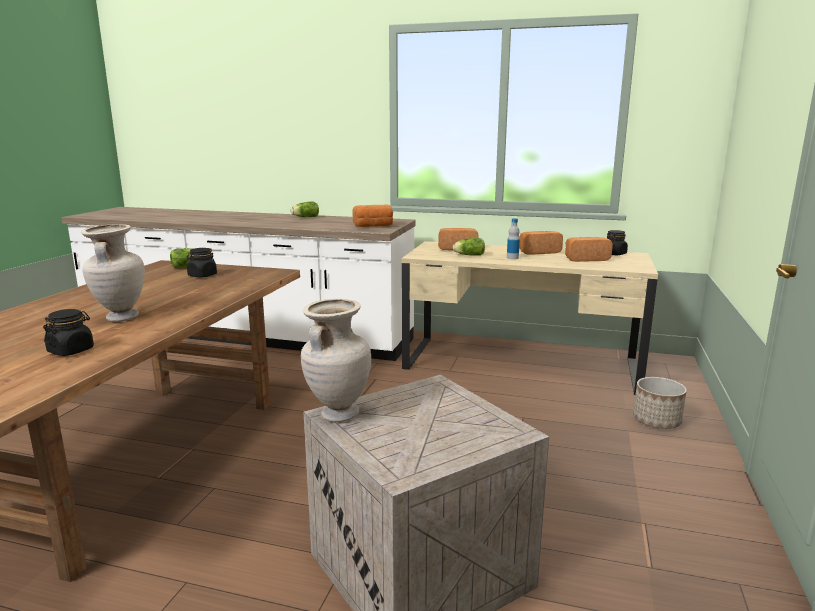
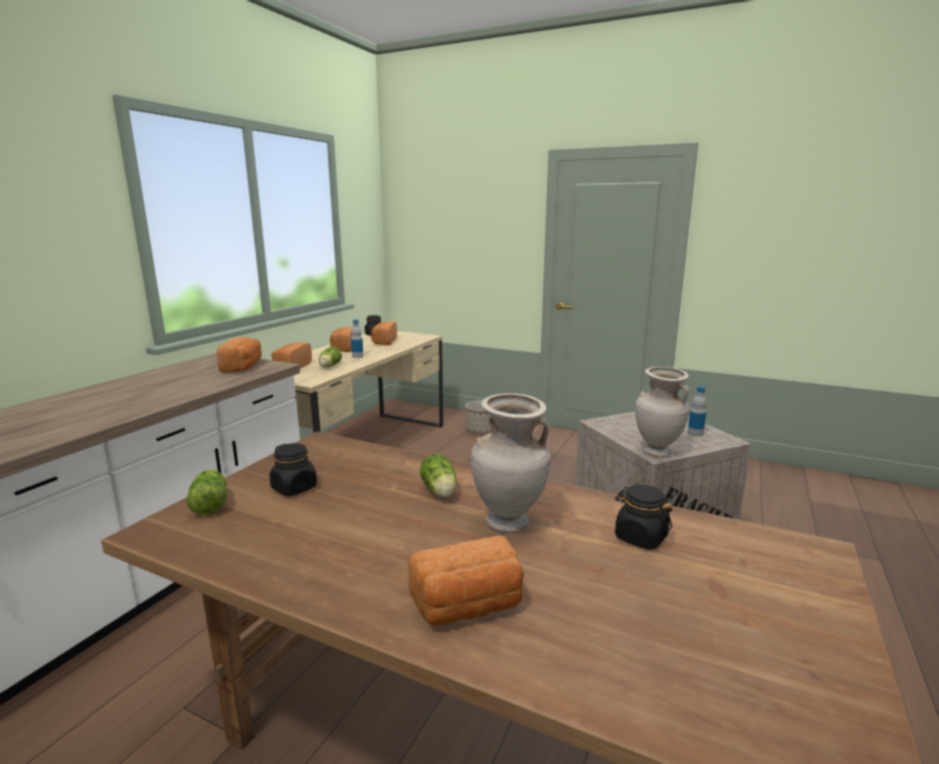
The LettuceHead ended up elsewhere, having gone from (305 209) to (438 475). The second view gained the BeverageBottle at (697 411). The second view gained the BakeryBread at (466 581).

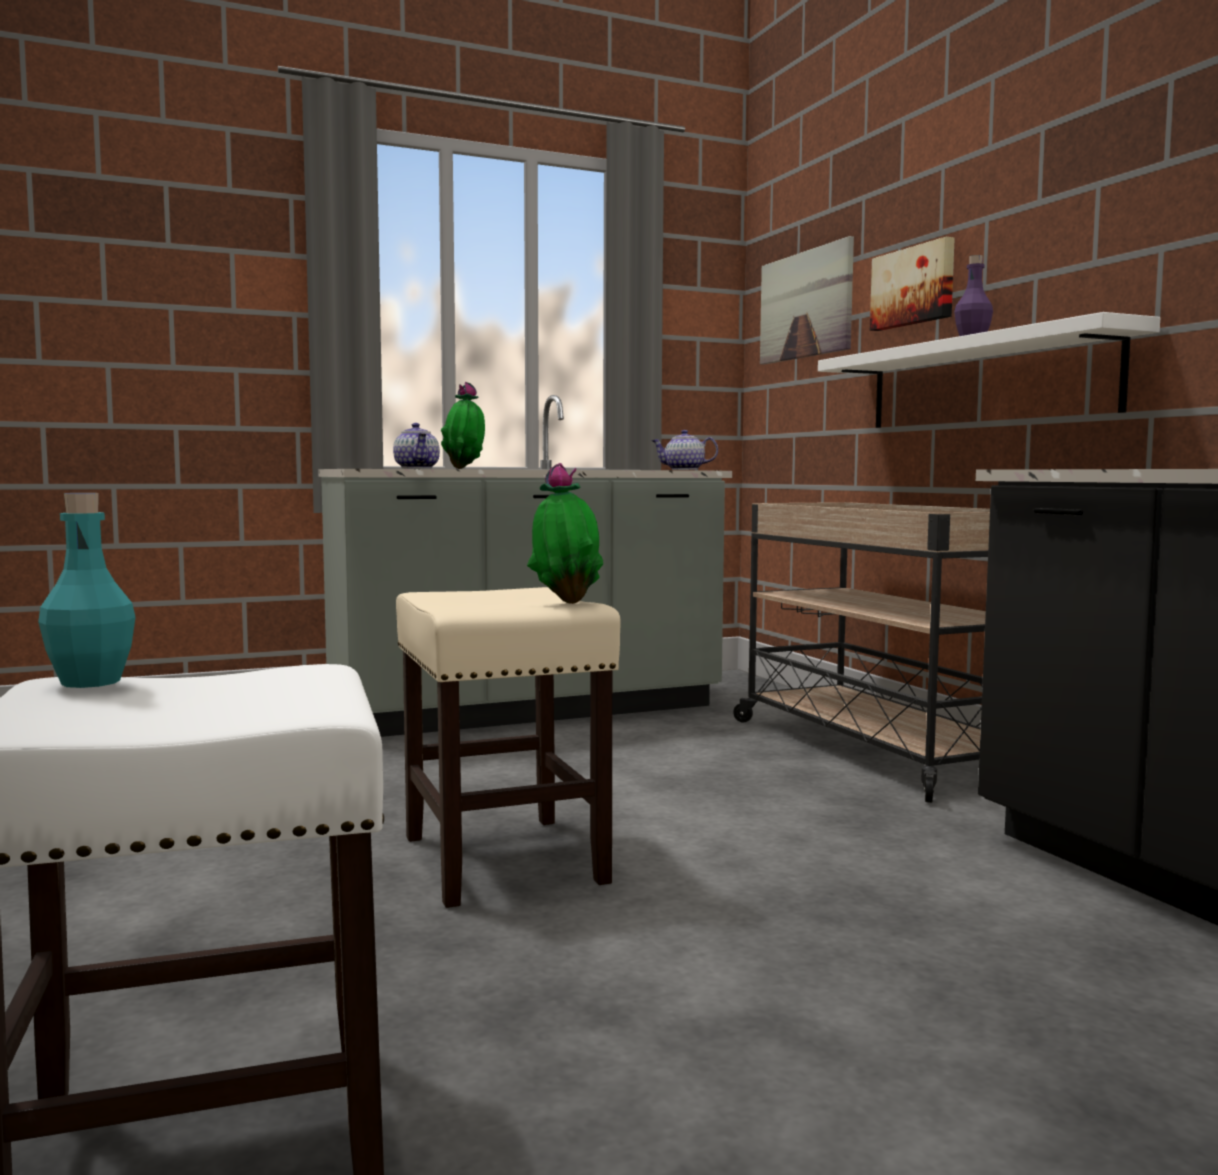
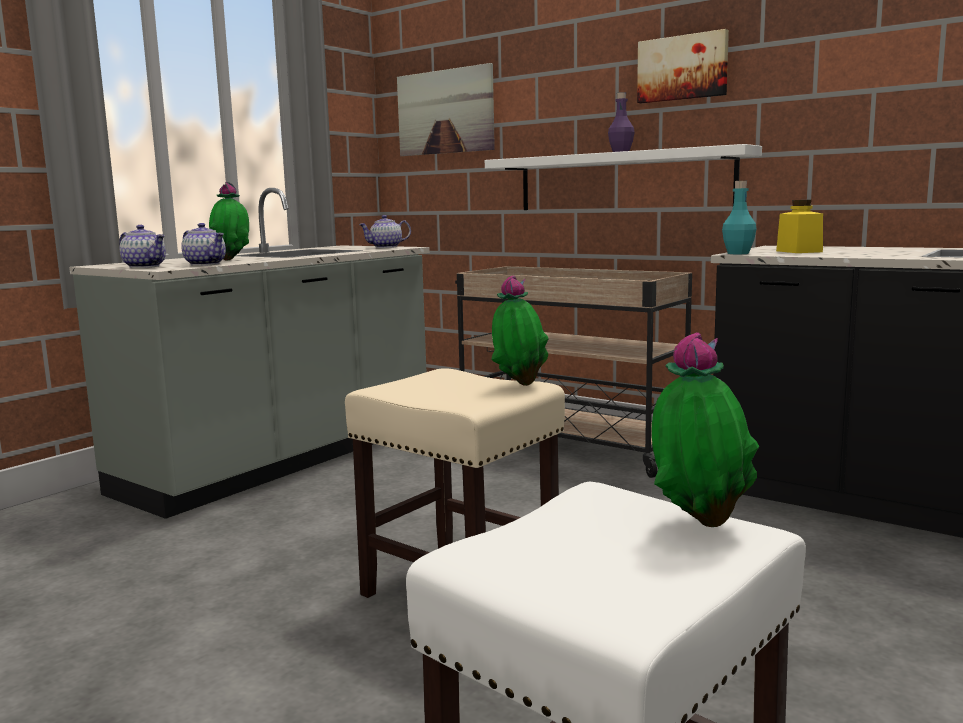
The WallArt ended up elsewhere, having gone from (912 284) to (683 66). The TurquoiseColouredBeverageBottle ended up elsewhere, having gone from (87 590) to (739 217). The second view gained the YellowStorageJar at (799 226). The second view gained the Teapot at (143 246). The second view gained the Houseplant at (705 429).

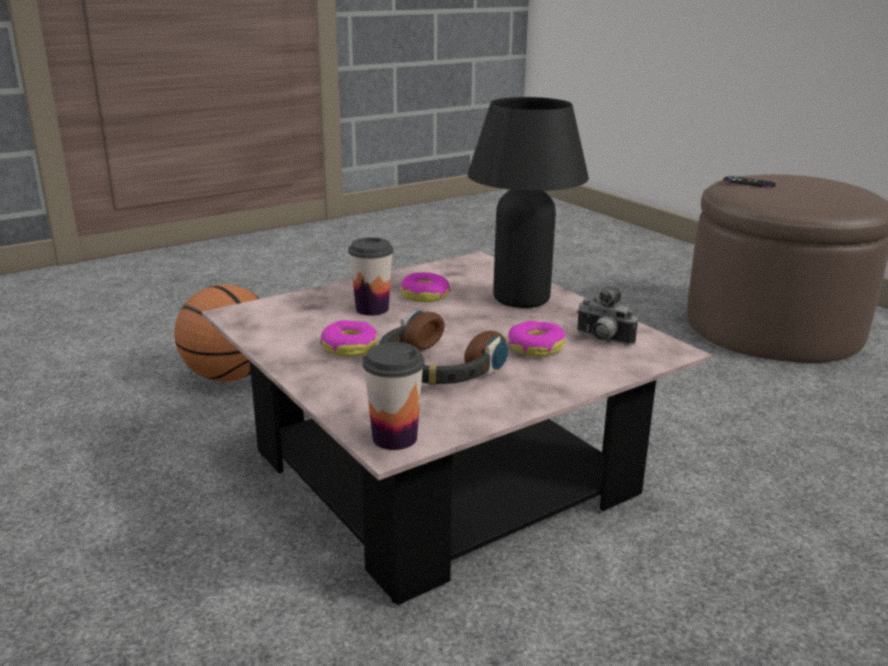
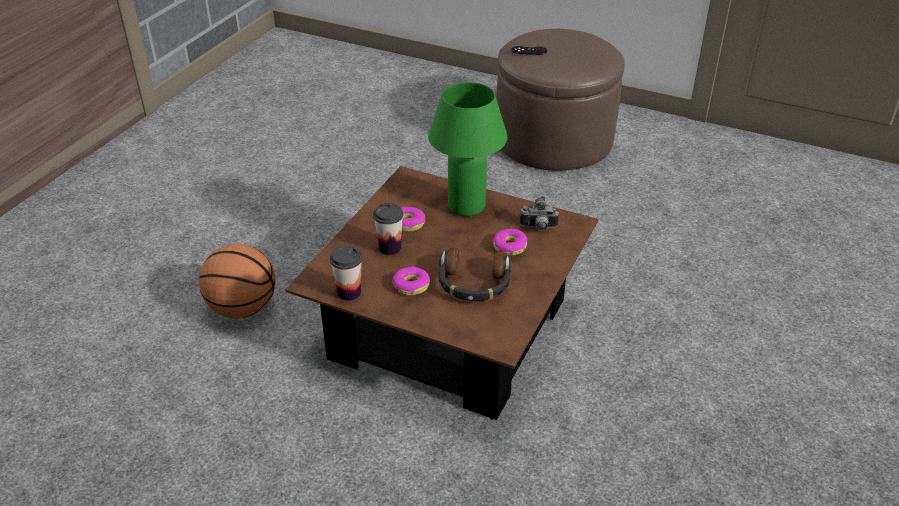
What was the BlackTableLamp at (528 202) turned into the GreenishTableLamp at (467 149). What was the PinkColouredCoffeeTable at (457 428) turned into the BrownColouredCoffeeTable at (441 293). The DrinkingCup ended up elsewhere, having gone from (394 396) to (346 273).

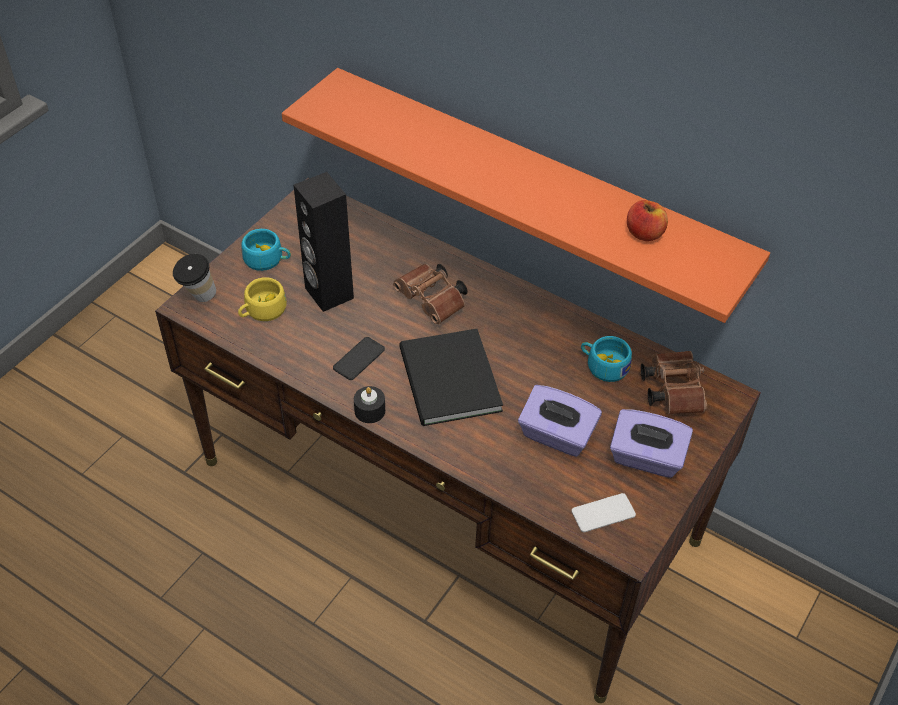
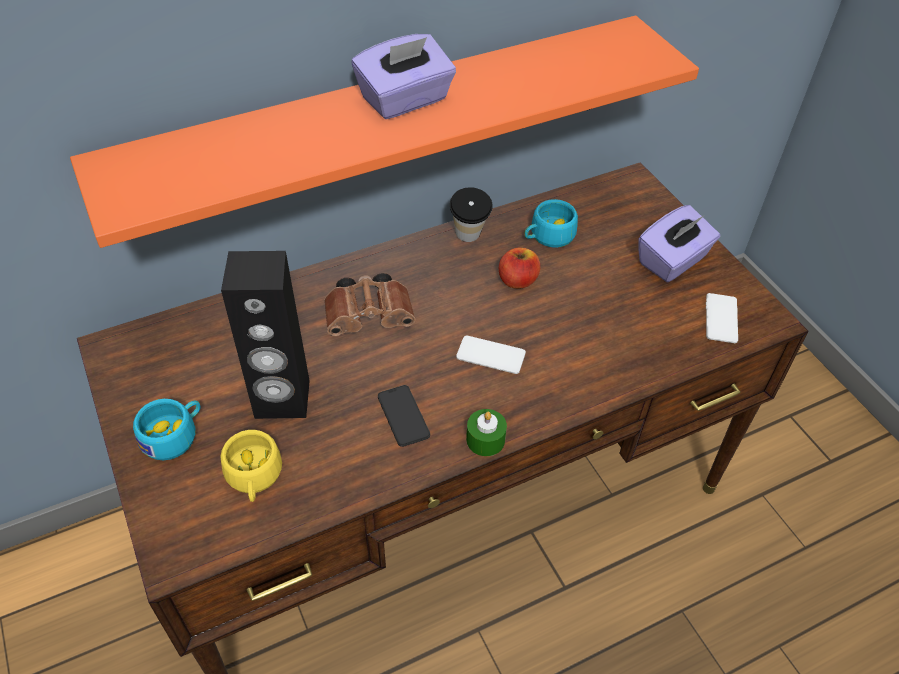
The WholeApple ended up elsewhere, having gone from (647 220) to (519 268). The DrinkingCup ended up elsewhere, having gone from (194 278) to (471 214). Where the BlackBook stood at (451 377), the Handset came to stand at (491 354). The second view lost the BrownColouredPairOfBinoculars at (673 382). The PurpleBoxOfTissues ended up elsewhere, having gone from (560 421) to (404 76). What was the BlackWaxCandle at (369 404) turned into the GreenishWaxCandle at (486 432).

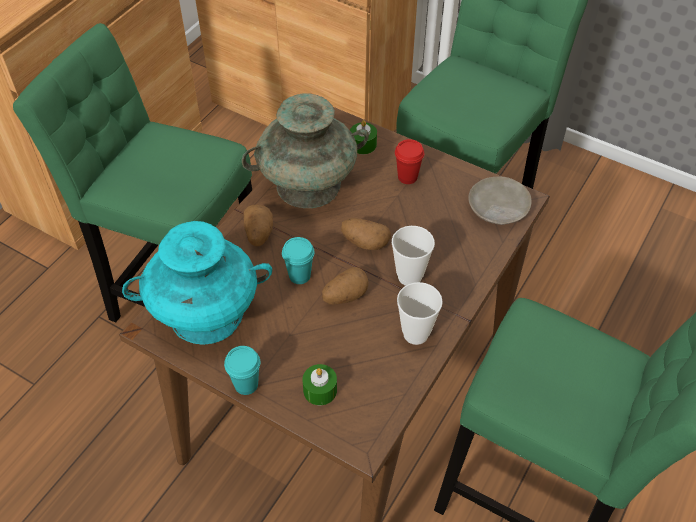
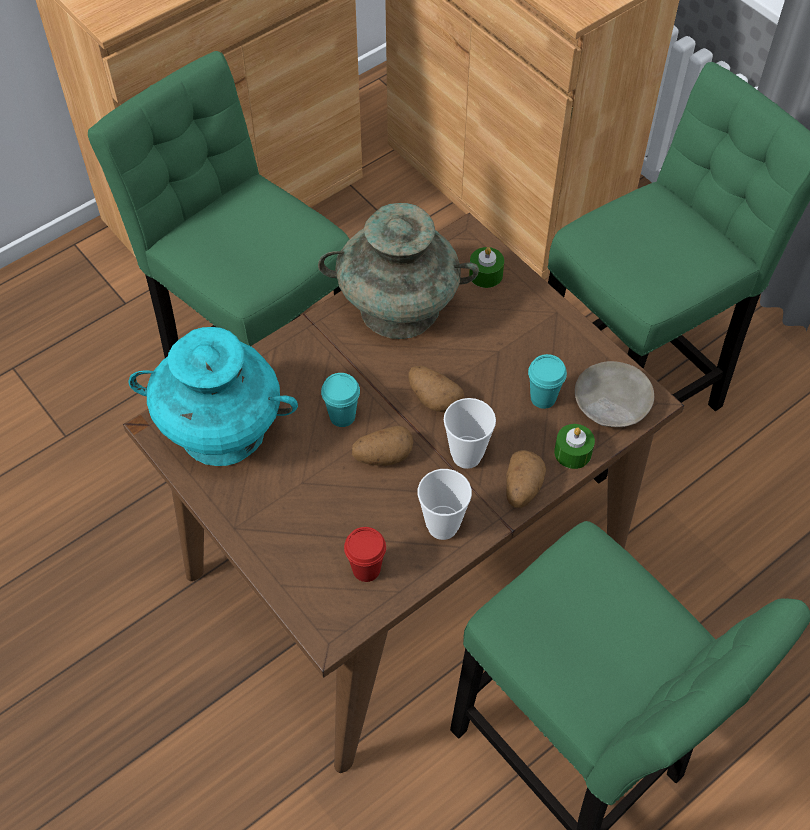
The ReddishDrinkingCup ended up elsewhere, having gone from (409 161) to (365 554). The Potato ended up elsewhere, having gone from (258 225) to (526 479). The TurquoiseColouredDrinkingCup ended up elsewhere, having gone from (242 370) to (547 381). The GreenishWaxCandle ended up elsewhere, having gone from (320 384) to (574 446).

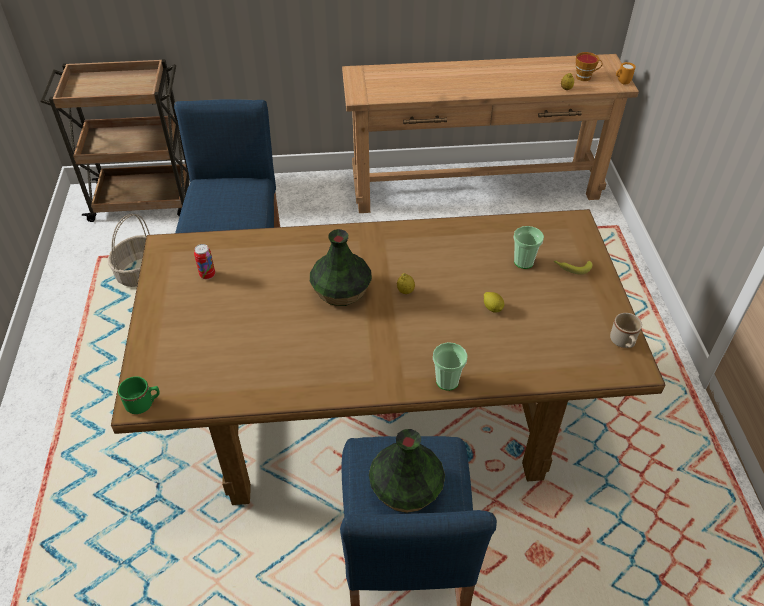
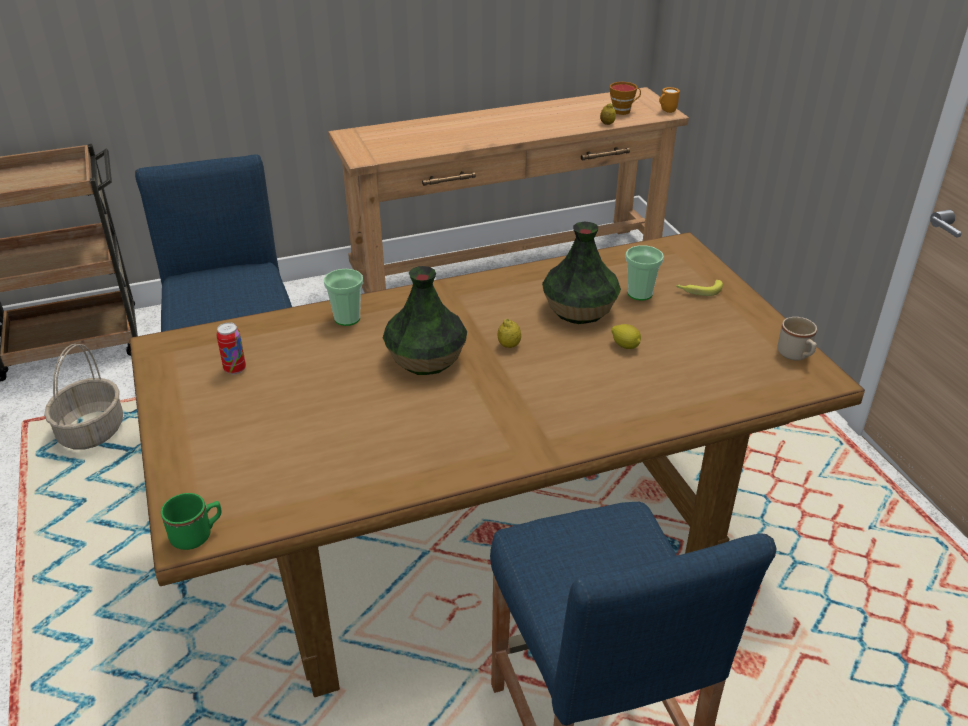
The DrinkingCup ended up elsewhere, having gone from (450 366) to (343 297). The DecorativeVase ended up elsewhere, having gone from (407 471) to (581 273).

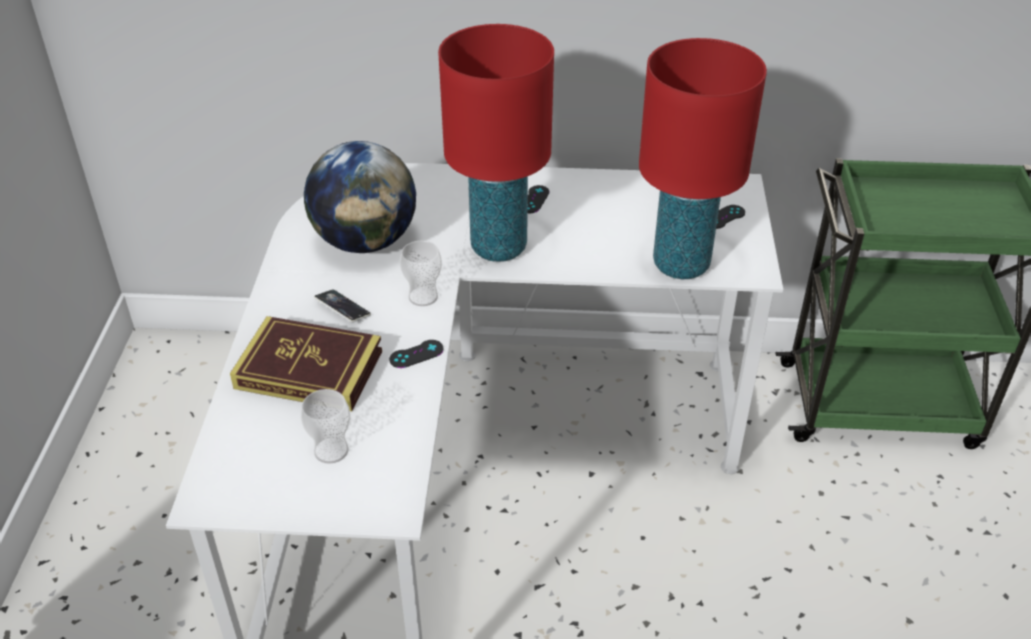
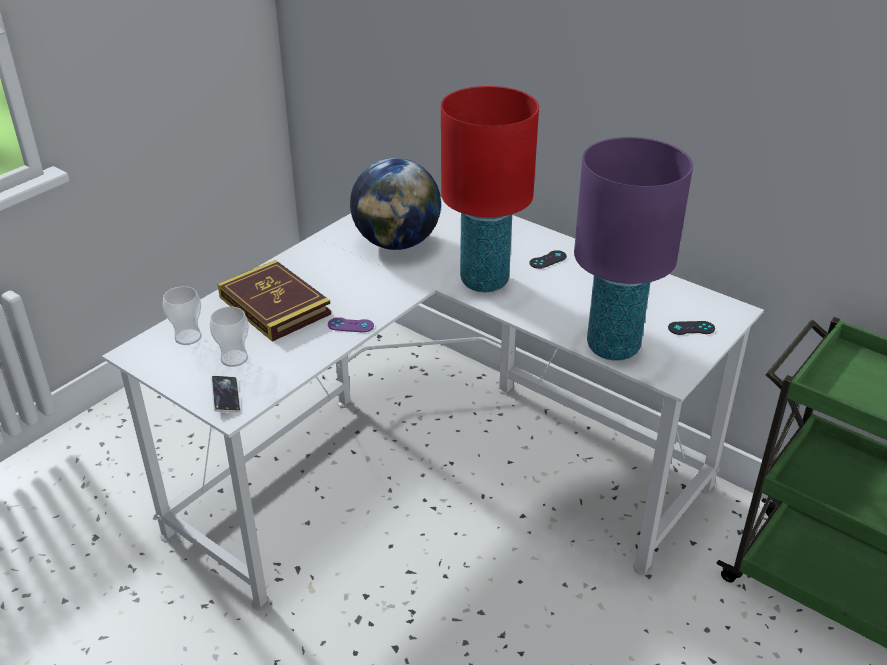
What was the ReddishTableLamp at (703 158) turned into the PurpleTableLamp at (633 249). The DrinkingCup ended up elsewhere, having gone from (421 273) to (182 315). The Handset ended up elsewhere, having gone from (342 306) to (226 394). What was the BlackGameController at (416 354) turned into the PurpleGameController at (351 325).

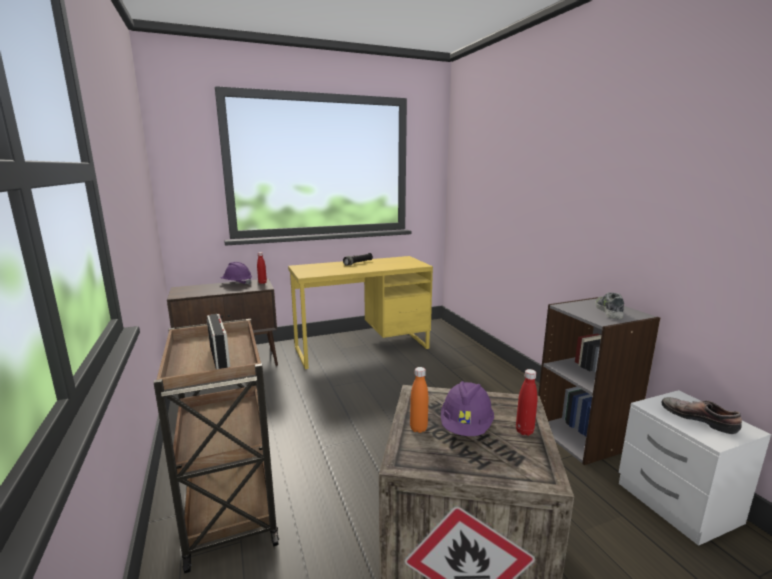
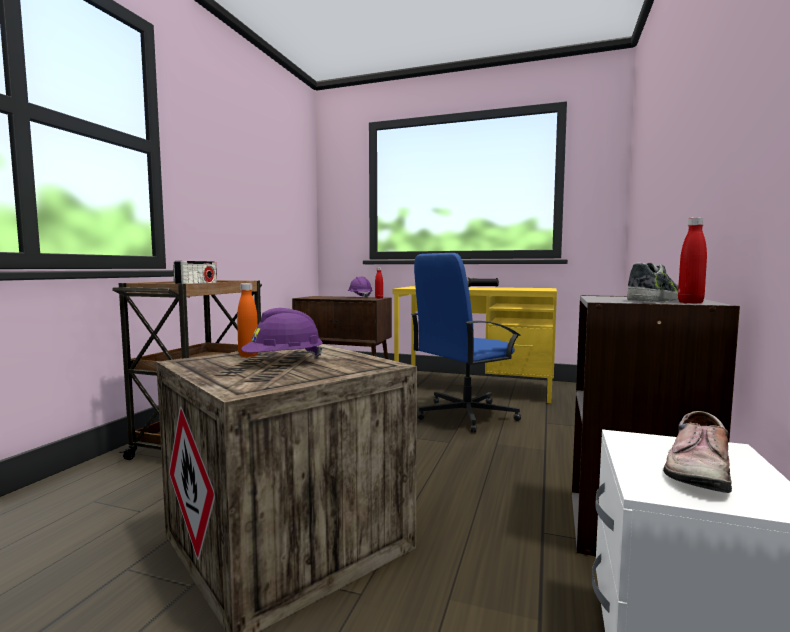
The ReddishBeverageBottle ended up elsewhere, having gone from (526 402) to (692 260). The Shoe at (701 415) ended up facing another way, 150 degrees counterclockwise from before. The second view gained the BlueColouredDeskChair at (466 343).

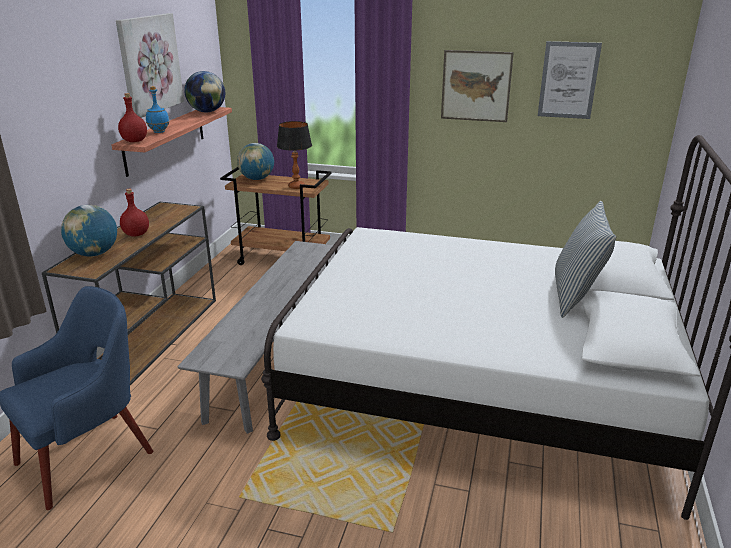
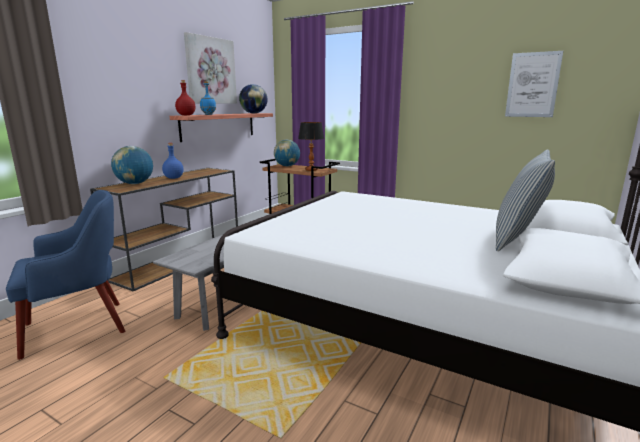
The second view lost the WallArt at (477 86). What was the ReddishBeverageBottle at (134 213) turned into the BlueColouredBeverageBottle at (173 161).

